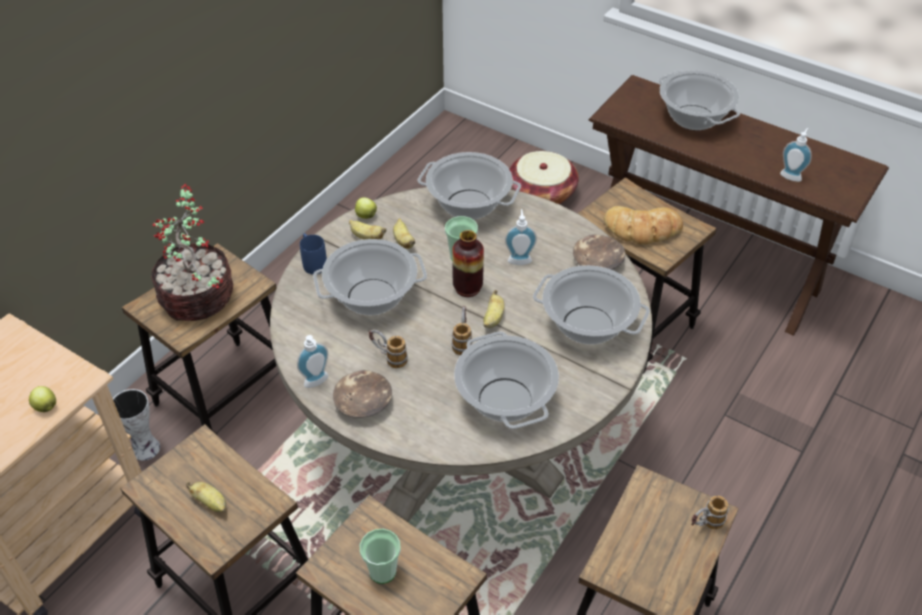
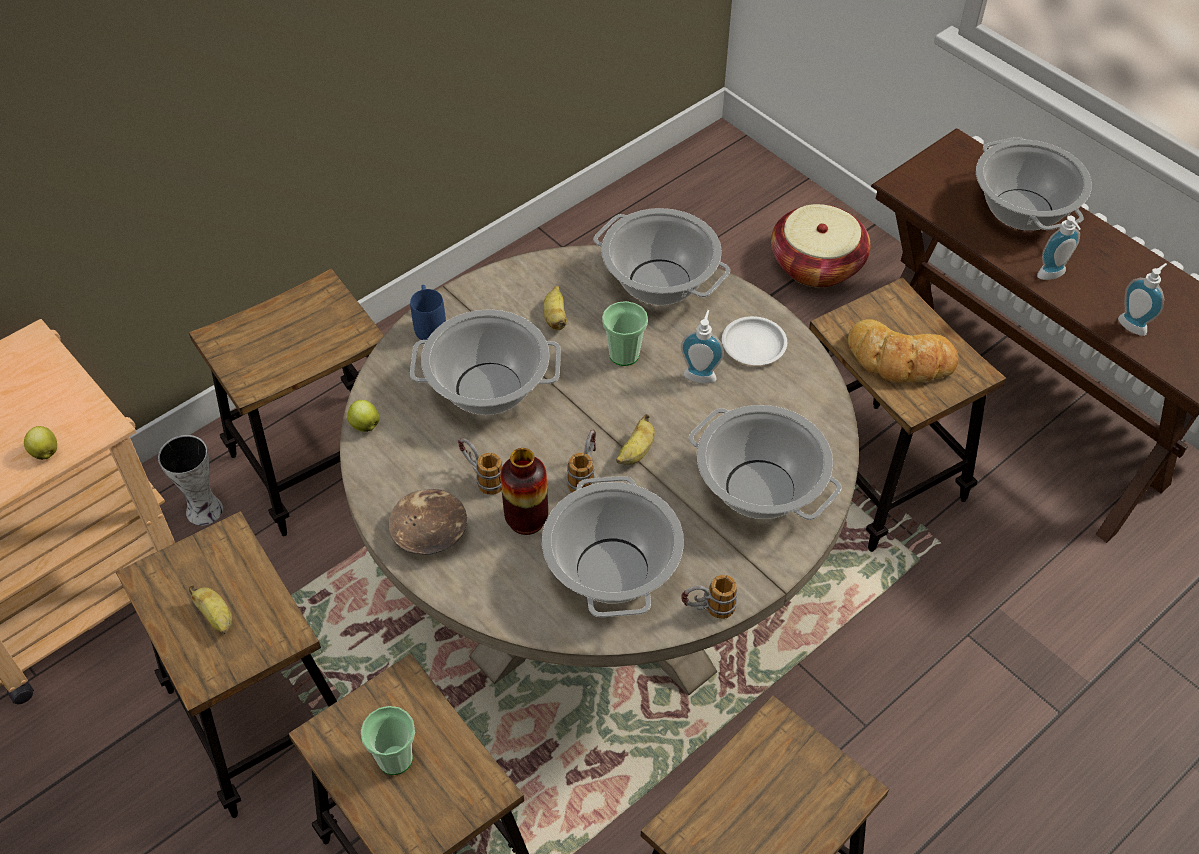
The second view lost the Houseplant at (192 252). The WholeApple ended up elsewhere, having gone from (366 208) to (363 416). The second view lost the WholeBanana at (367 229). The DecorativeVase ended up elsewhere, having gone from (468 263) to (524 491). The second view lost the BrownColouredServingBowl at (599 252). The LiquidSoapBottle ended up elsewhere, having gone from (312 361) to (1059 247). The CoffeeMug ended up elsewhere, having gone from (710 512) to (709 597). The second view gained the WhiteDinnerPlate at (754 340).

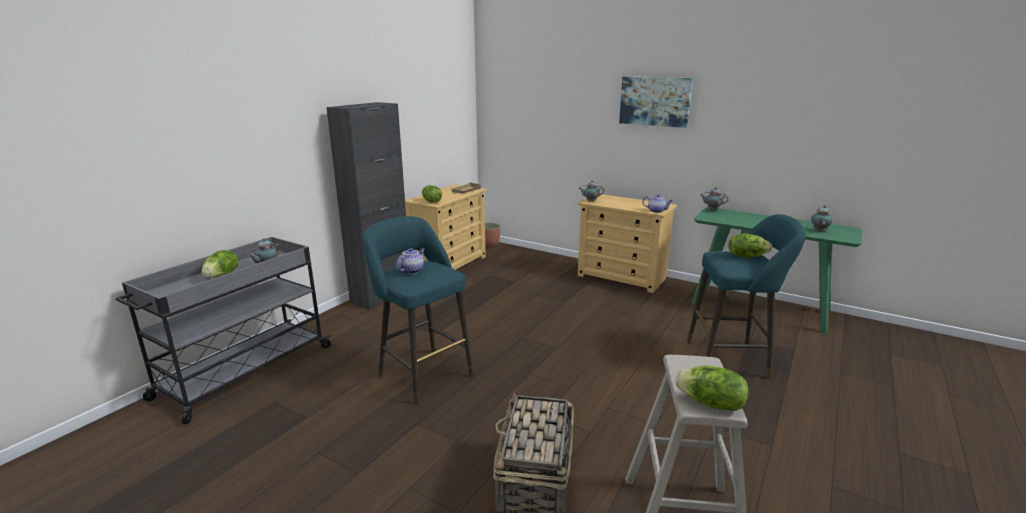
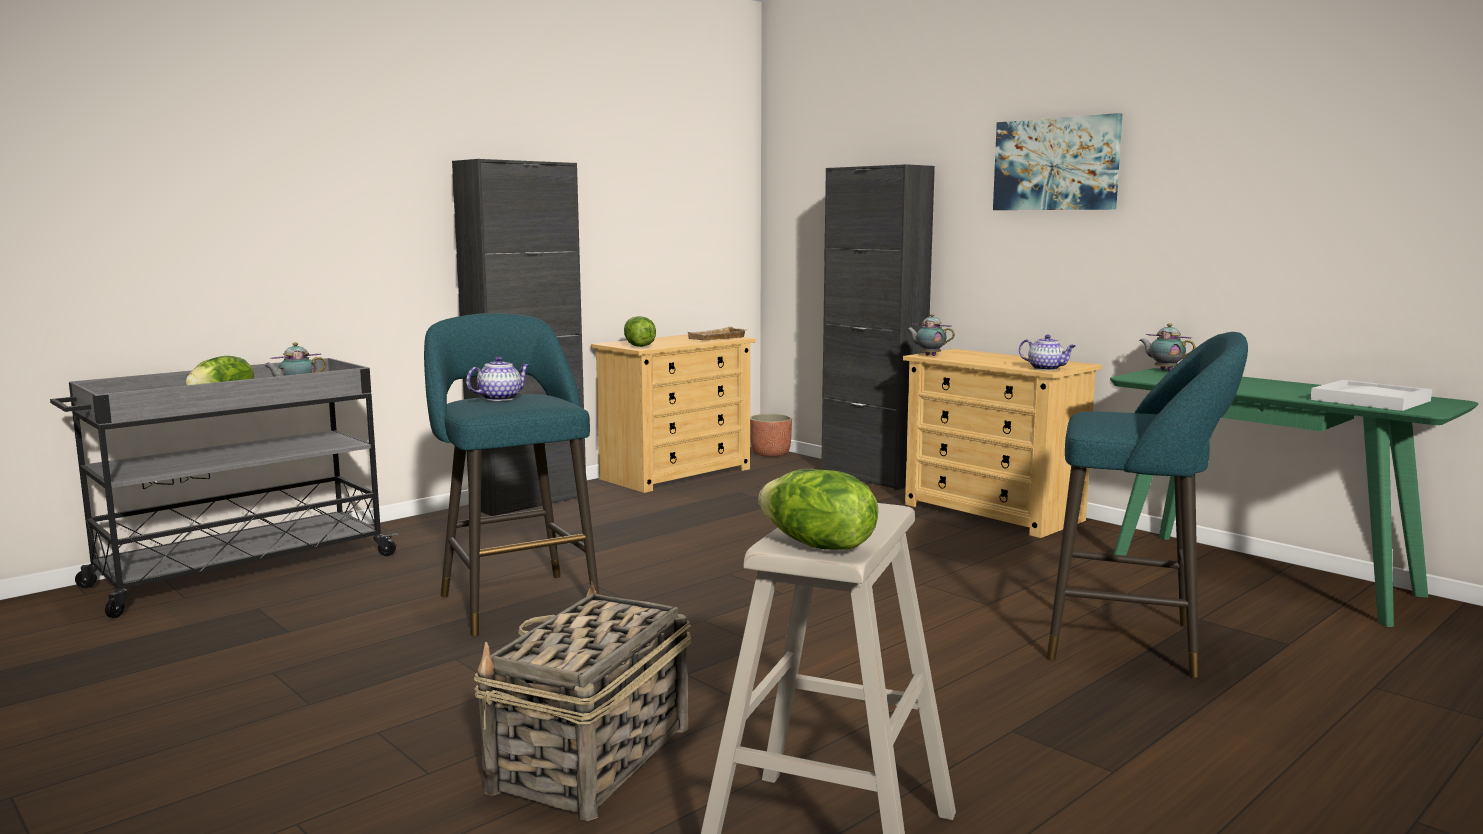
Where the Teapot stood at (822 218), the WhiteTray came to stand at (1371 395). The second view lost the LettuceHead at (750 245). The second view gained the BlackStorageCabinet at (878 327).

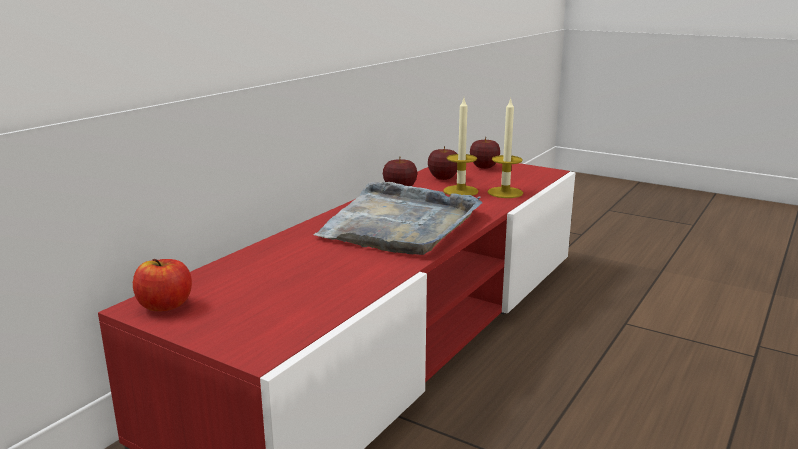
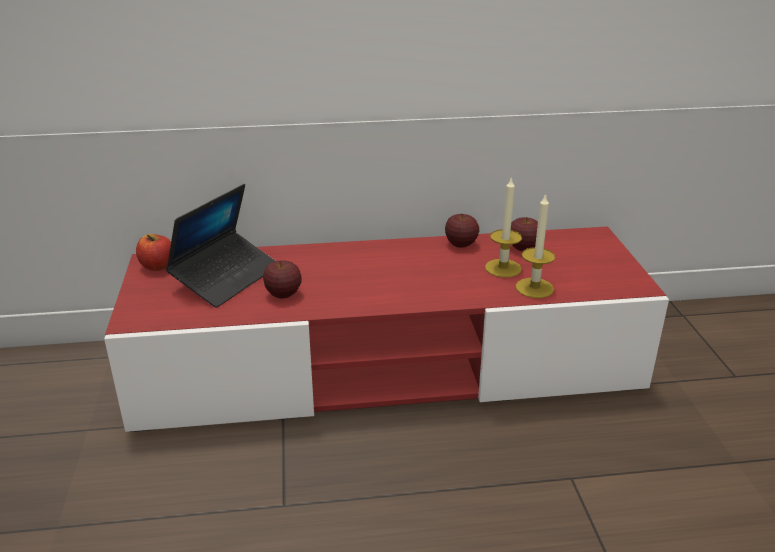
The WholeApple ended up elsewhere, having gone from (485 153) to (282 279). The second view lost the GrayTray at (398 218). The second view gained the NotebookComputer at (220 246).

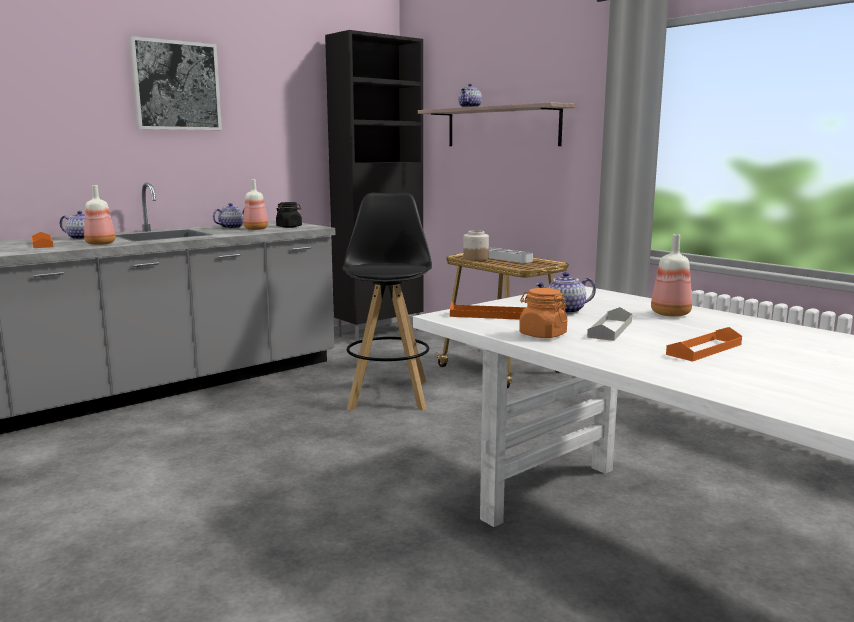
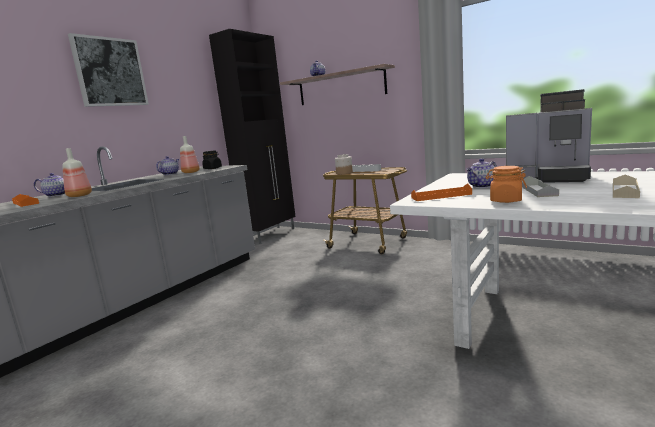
The second view lost the BlackSittingStool at (387 302). Where the BeverageBottle stood at (671 275), the CoffeeMachine came to stand at (549 136). What was the OrangeColouredTray at (704 344) turned into the BeigeColouredTray at (626 186).

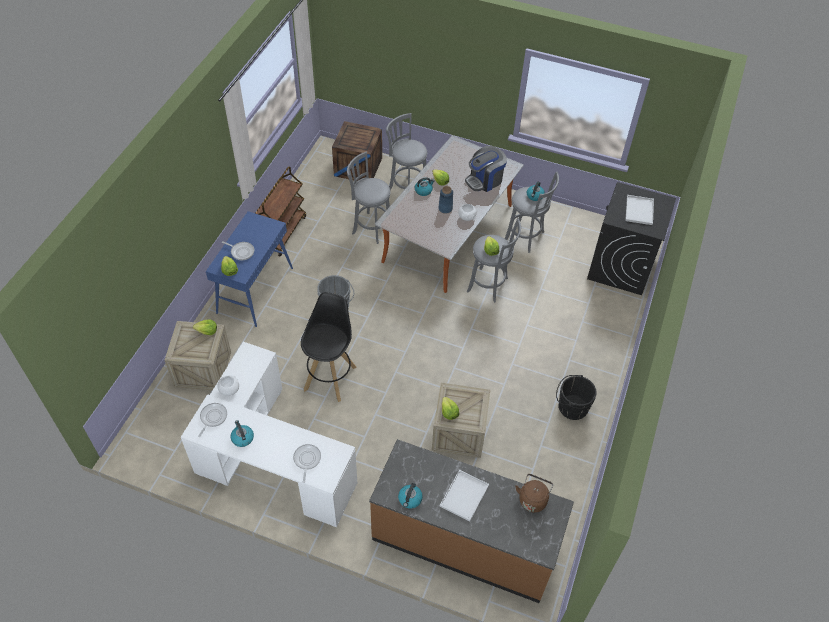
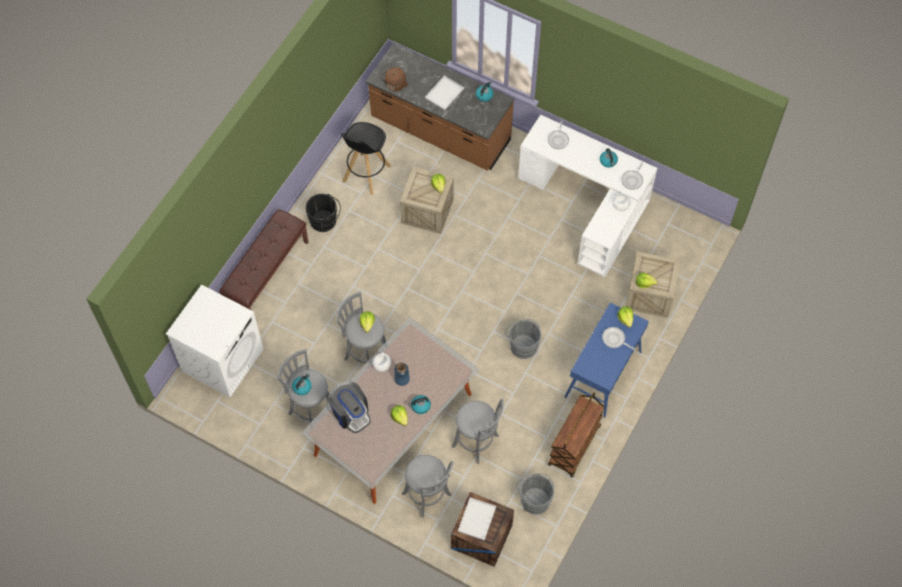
The CoffeeMachine at (486 169) ended up facing another way, 75 degrees clockwise from before. What was the BlackLaundryMachine at (631 238) turned into the WhiteLaundryMachine at (214 340). The WhiteTray ended up elsewhere, having gone from (639 210) to (477 518). The BlackSittingStool ended up elsewhere, having gone from (329 347) to (366 158). The second view gained the BrownColouredBench at (263 259). The second view gained the GrayWaterBucket at (535 494).

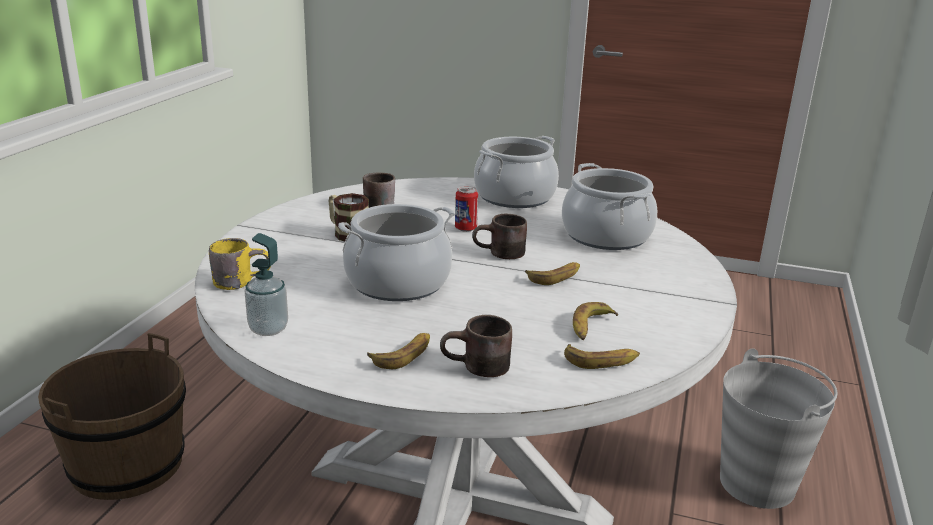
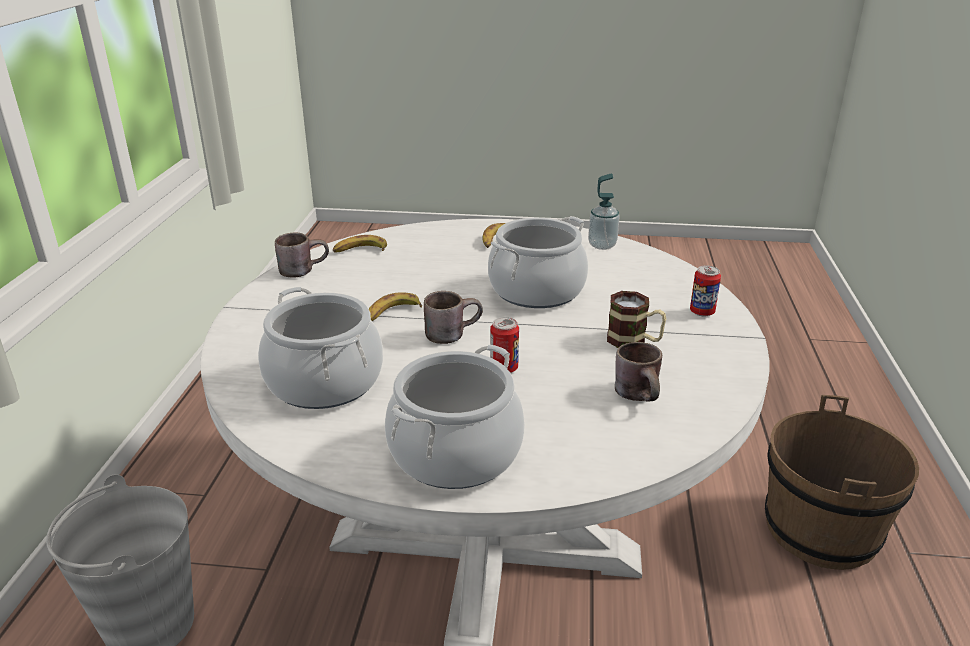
The second view lost the YellowCoffeeMug at (239 264). The second view lost the WholeBanana at (595 321). The BrownColouredCoffeeMug ended up elsewhere, having gone from (476 346) to (302 255). The second view gained the SealedCan at (705 290).

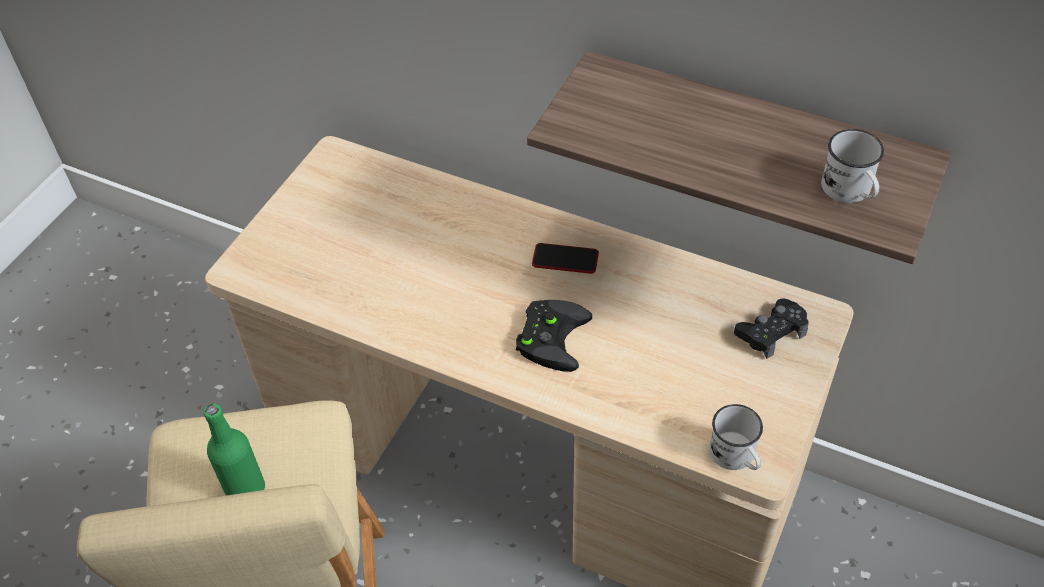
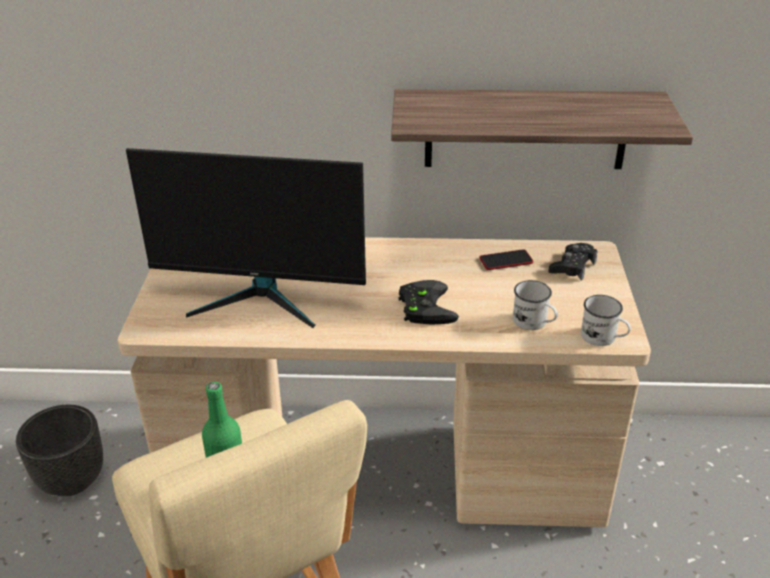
The WhiteCoffeeMug ended up elsewhere, having gone from (852 166) to (535 305). The Handset ended up elsewhere, having gone from (565 258) to (506 259). The second view gained the Monitor at (246 238). The second view gained the BlackPlanter at (59 450).

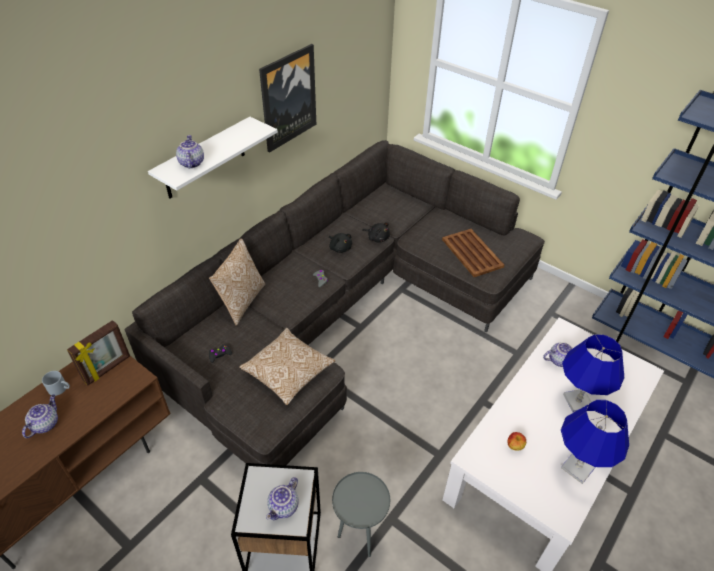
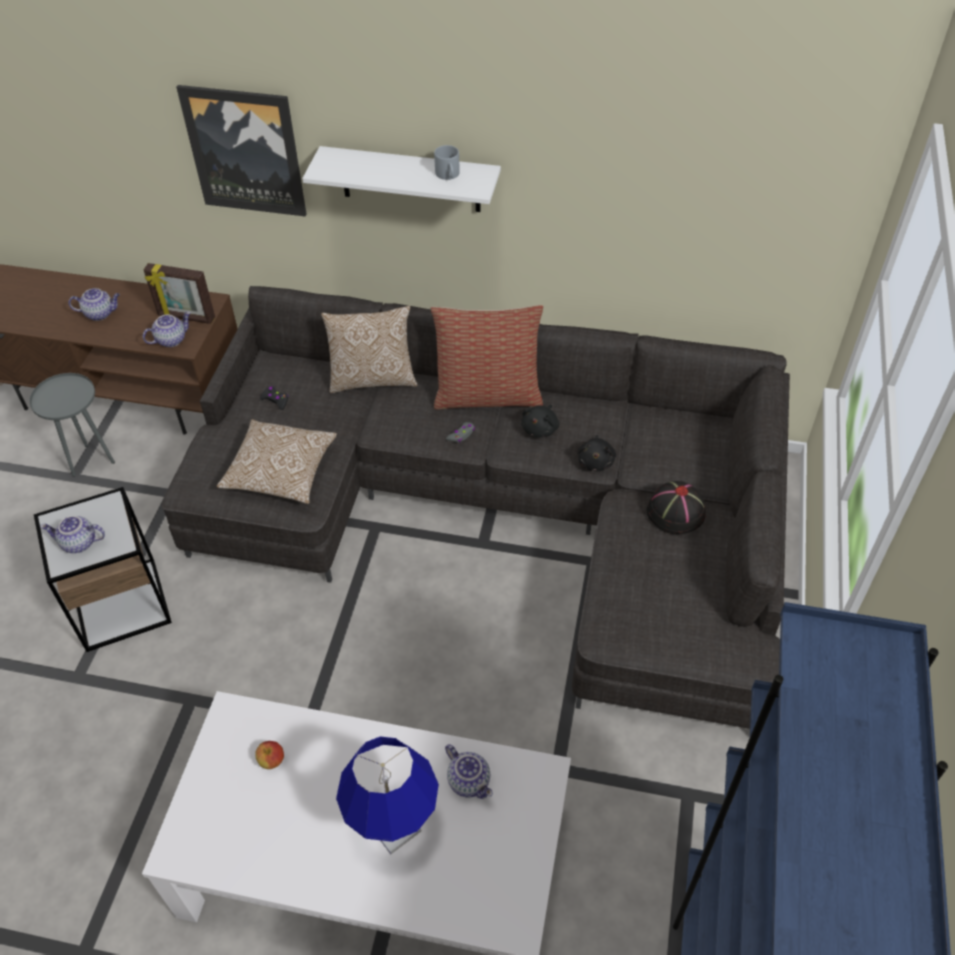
The WallArt ended up elsewhere, having gone from (287 98) to (241 150). The Teapot ended up elsewhere, having gone from (190 152) to (167 329). The second view lost the BrownColouredTray at (473 253). The GrayCoffeeMug ended up elsewhere, having gone from (56 383) to (447 162). The second view lost the BlueColouredTableLamp at (595 442). The GrayEndTable ended up elsewhere, having gone from (361 514) to (72 425). The second view gained the Pillow at (487 357). The second view gained the BlackHat at (676 507).

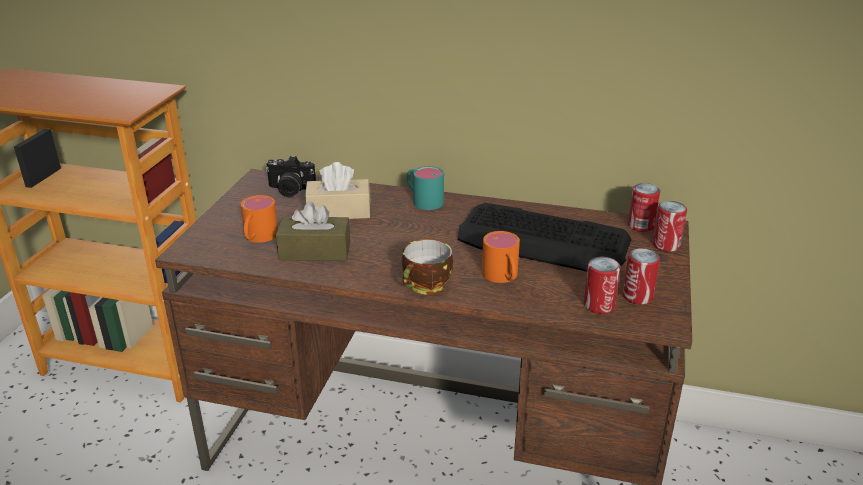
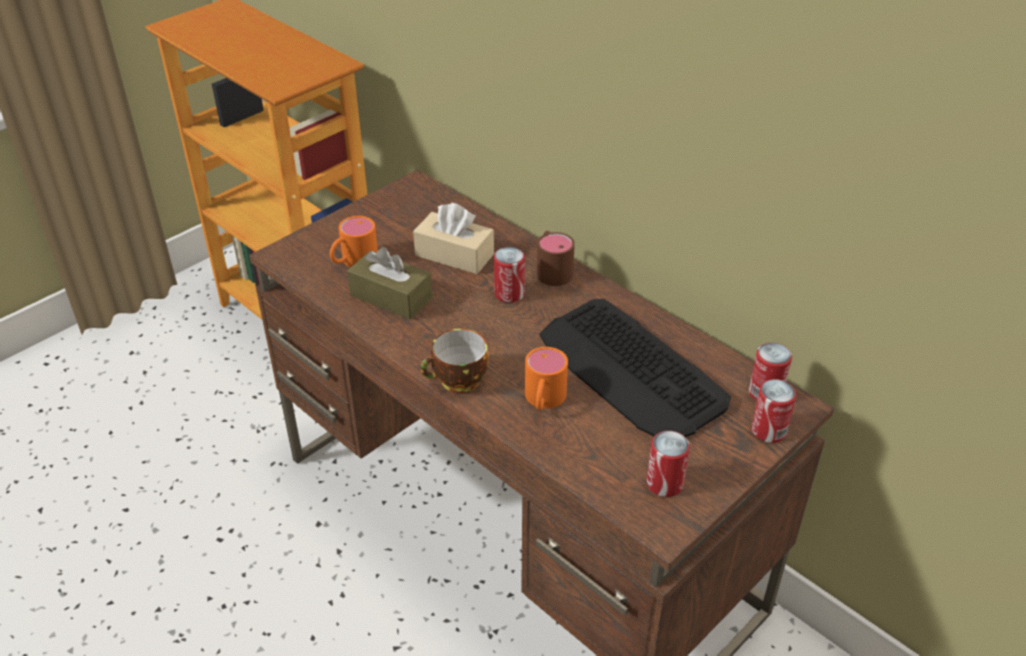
The second view lost the PhotoCamera at (291 176). What was the TurquoiseColouredCoffeeMug at (425 188) turned into the BrownColouredCoffeeMug at (556 258). The SealedCan ended up elsewhere, having gone from (602 285) to (509 275).

